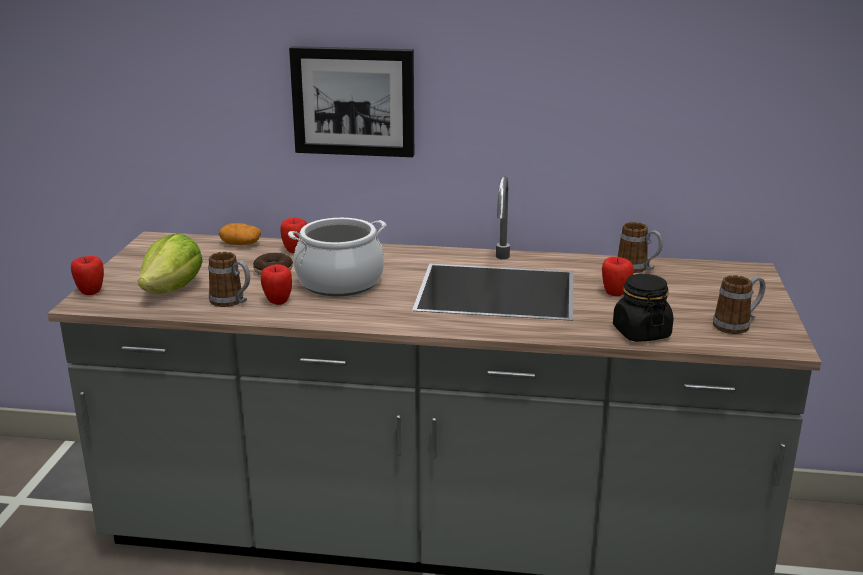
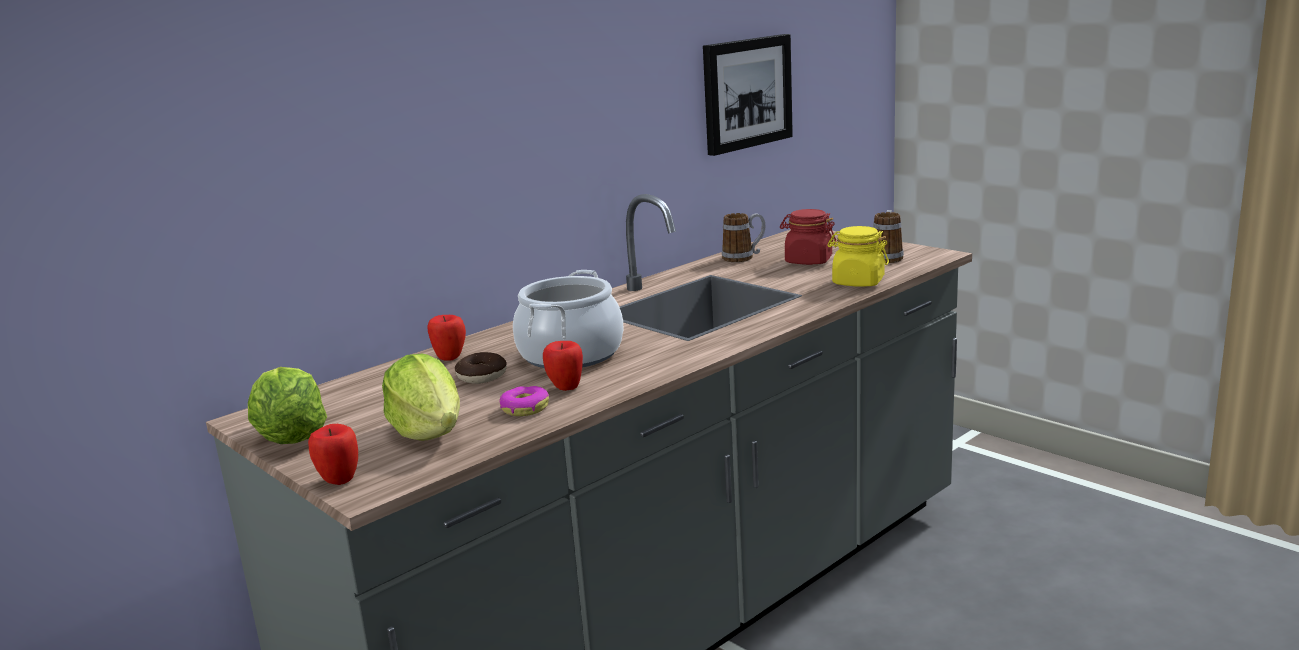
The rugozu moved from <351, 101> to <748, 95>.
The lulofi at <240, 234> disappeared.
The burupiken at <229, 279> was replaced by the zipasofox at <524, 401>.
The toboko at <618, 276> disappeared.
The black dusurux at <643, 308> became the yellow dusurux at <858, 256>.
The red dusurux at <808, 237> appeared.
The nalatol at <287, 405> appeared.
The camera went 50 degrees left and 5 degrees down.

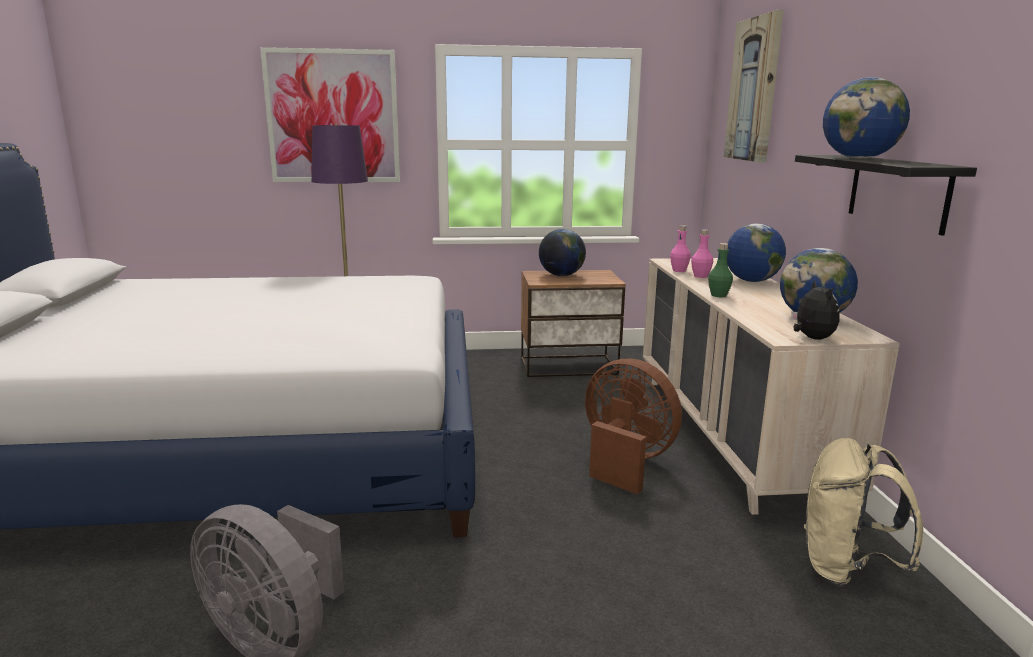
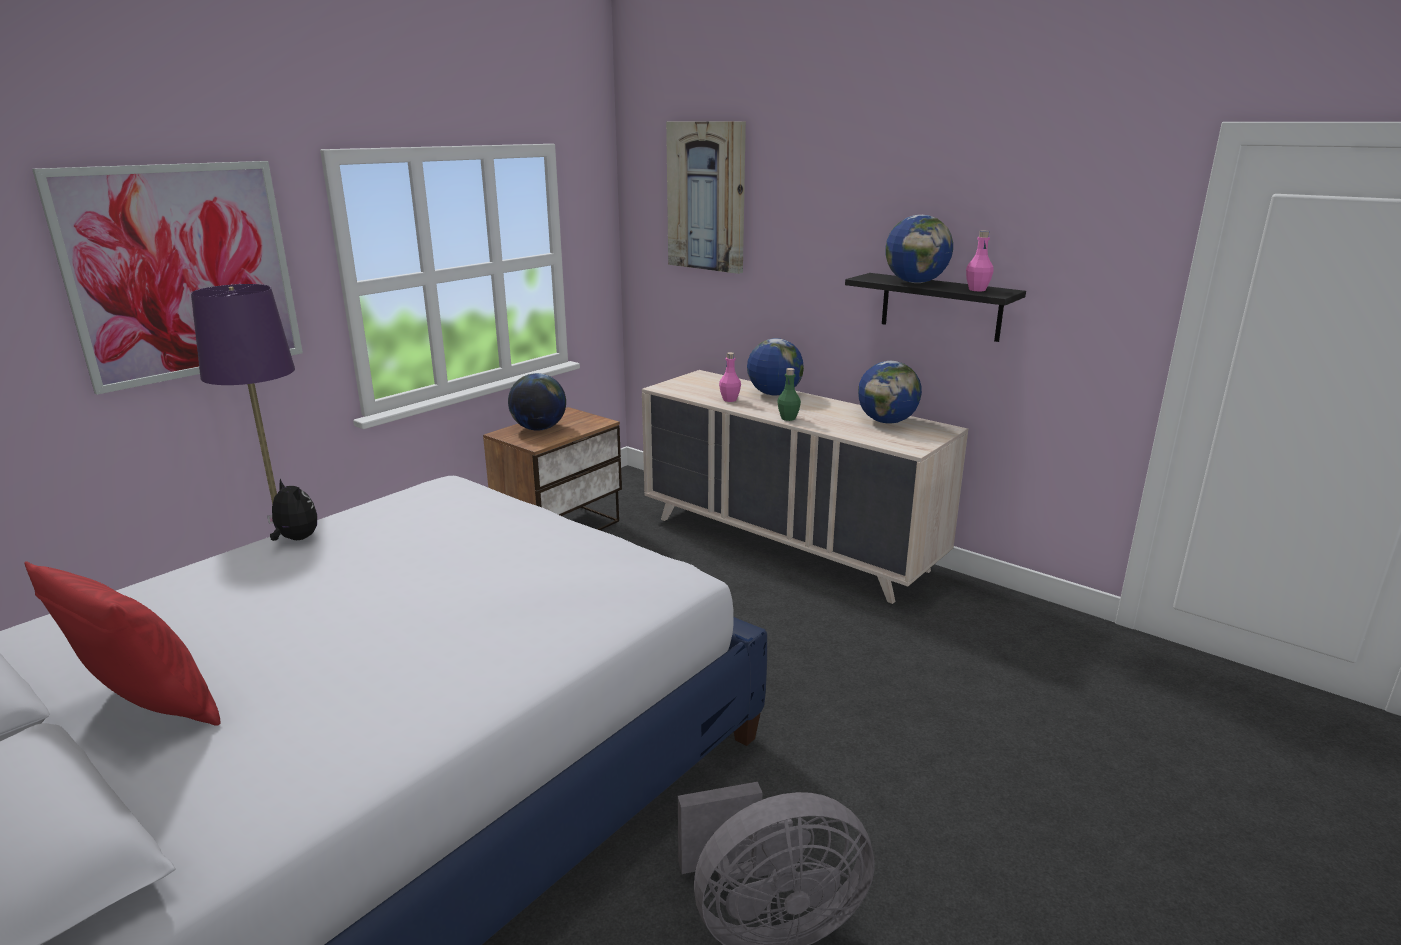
The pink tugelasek moved from <680, 248> to <980, 261>.
The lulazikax moved from <815, 310> to <292, 509>.
The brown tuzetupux at <633, 426> disappeared.
The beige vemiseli at <863, 512> disappeared.
The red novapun at <122, 643> appeared.
The camera went 45 degrees left and 5 degrees up.

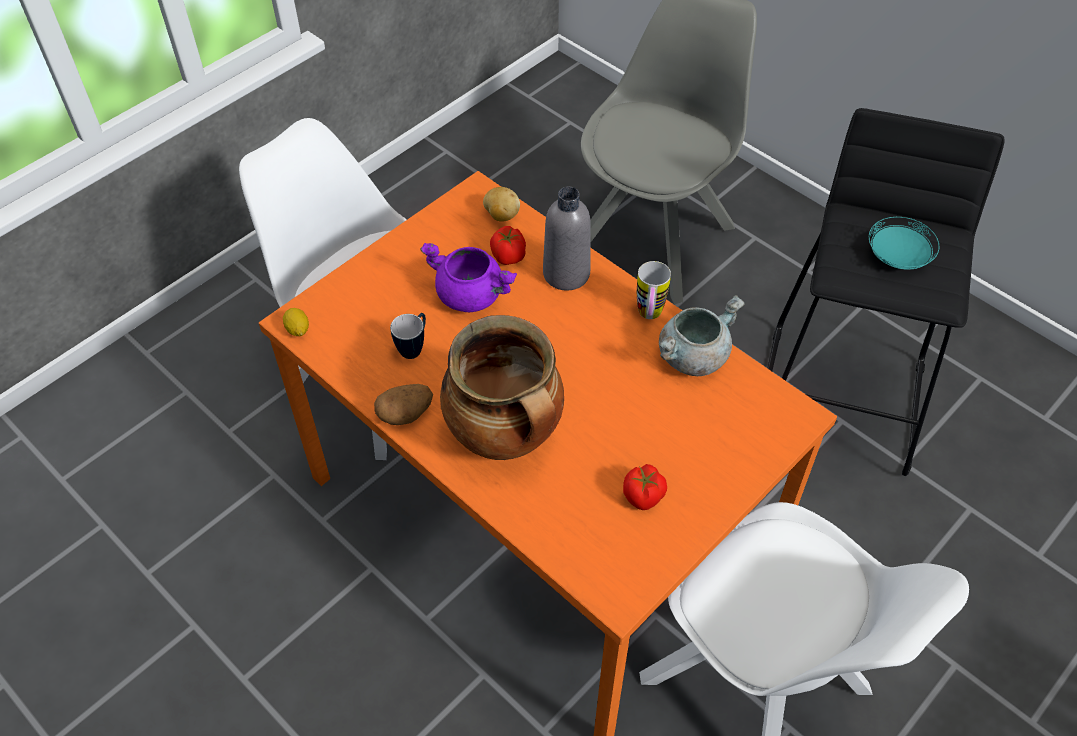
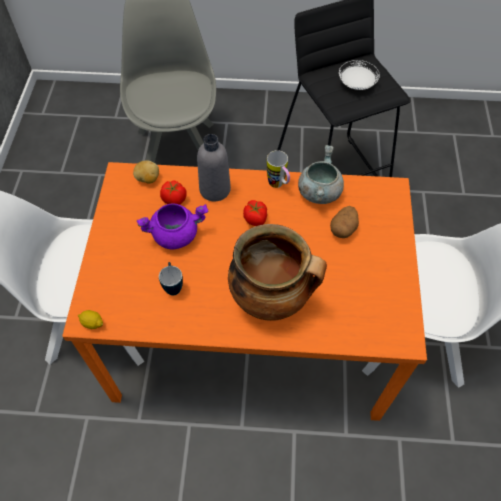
The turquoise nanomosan at <904, 243> became the white nanomosan at <359, 75>.
The lulofi moved from <403, 404> to <344, 222>.
The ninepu moved from <645, 487> to <255, 213>.
The camera went 40 degrees left and 5 degrees up.

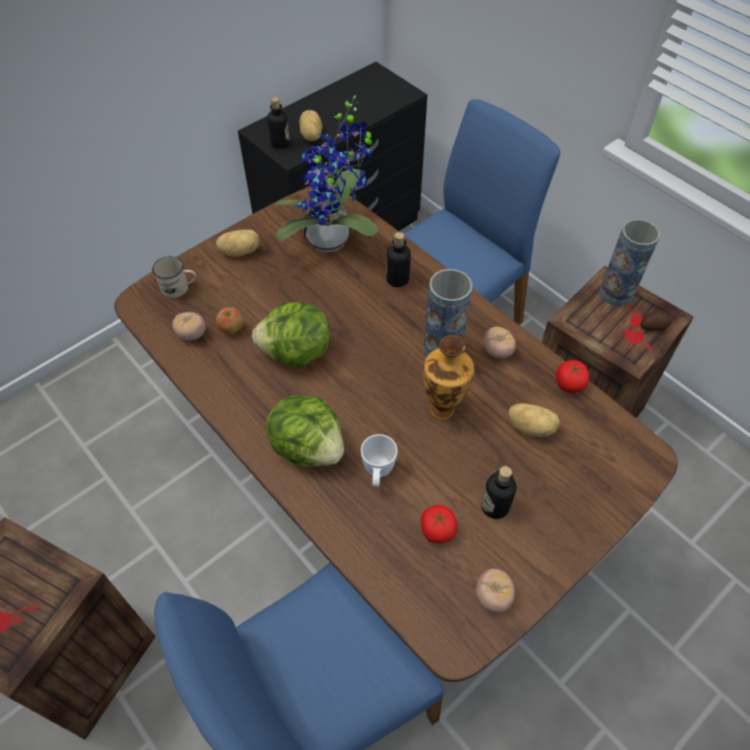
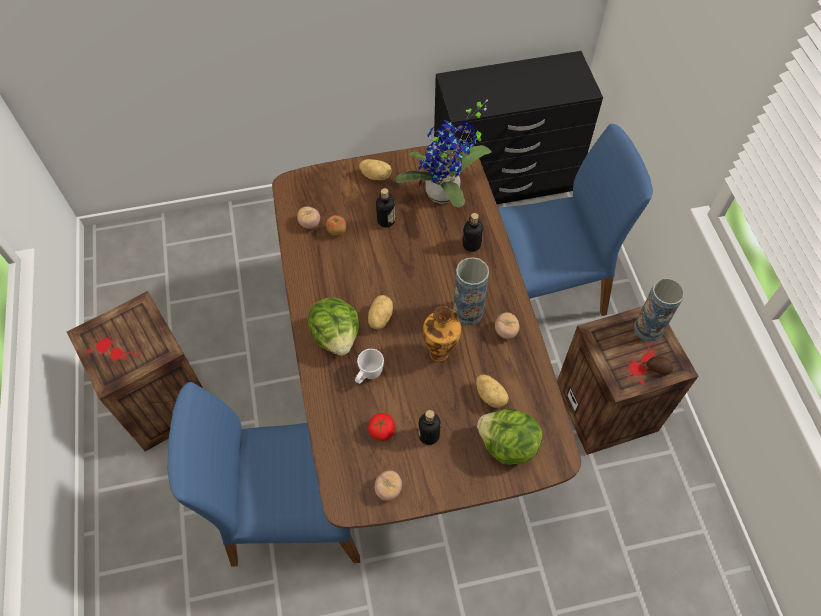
The tugelasek moved from <278, 123> to <385, 207>.
The lulofi moved from <310, 125> to <380, 312>.
The beige burupiken at <174, 277> disappeared.
The nalatol moved from <291, 334> to <509, 437>.
The ninepu at <572, 376> disappeared.
The camera went 30 degrees right and 5 degrees up.

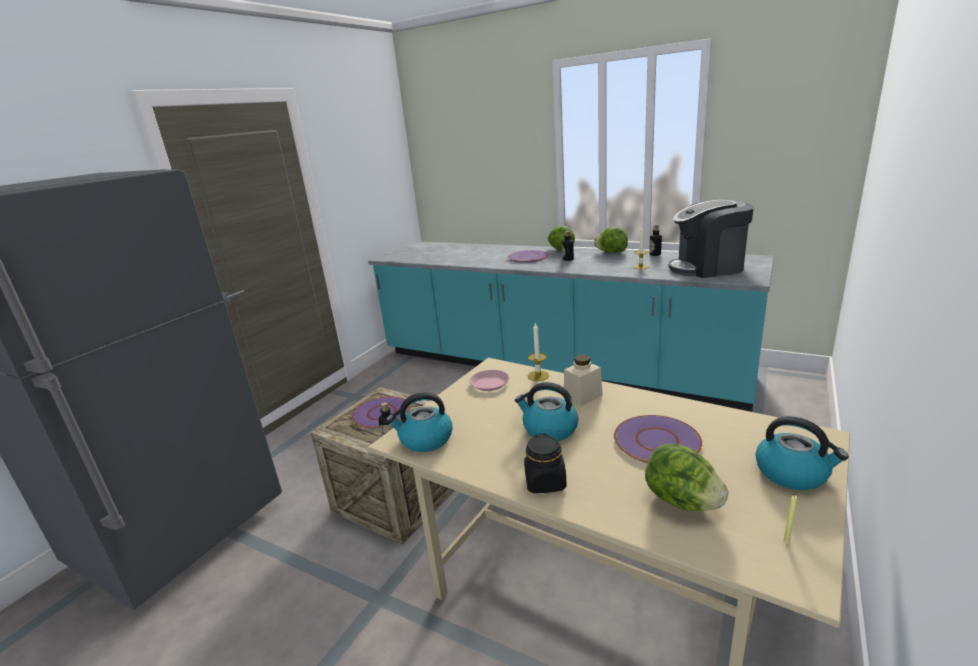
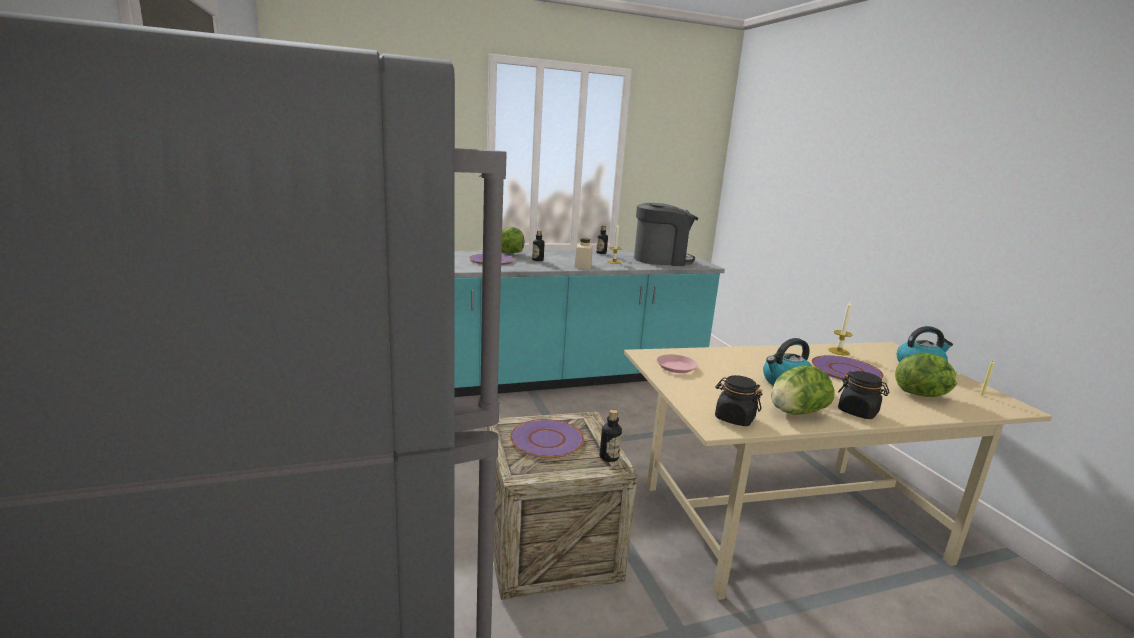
The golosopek at <711, 238> turned 135 degrees counterclockwise.
The nalatol moved from <611, 240> to <802, 390>.
The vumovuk moved from <538, 351> to <840, 327>.
The beige dusurux moved from <583, 380> to <583, 253>.
The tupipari at <419, 422> was replaced by the black dusurux at <738, 400>.
The camera went 50 degrees left and 5 degrees down.

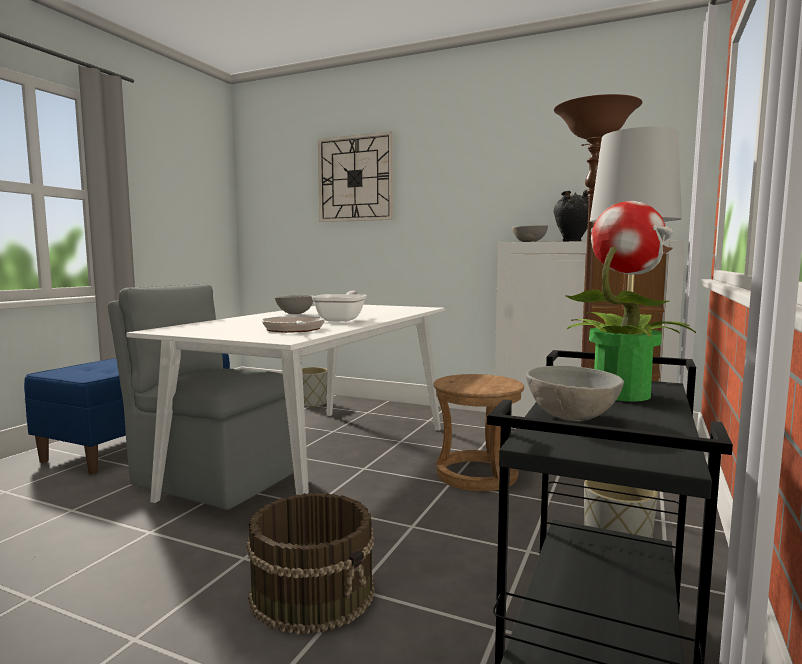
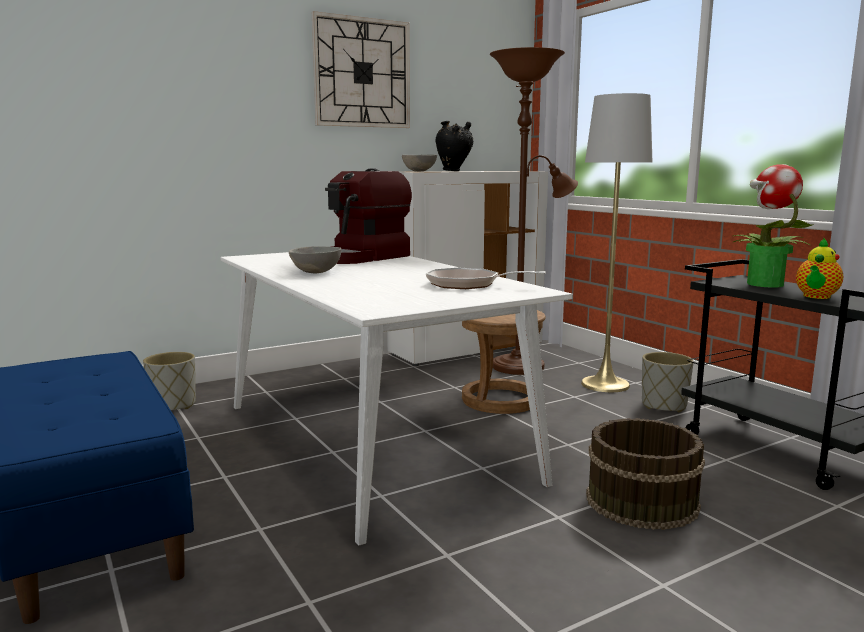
The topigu moved from <355, 176> to <361, 69>.
The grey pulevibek at <200, 397> disappeared.
The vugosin at <339, 306> disappeared.
The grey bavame at <575, 394> was replaced by the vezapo at <819, 268>.
The golosopek at <368, 216> appeared.
The camera went 55 degrees left and 5 degrees up.

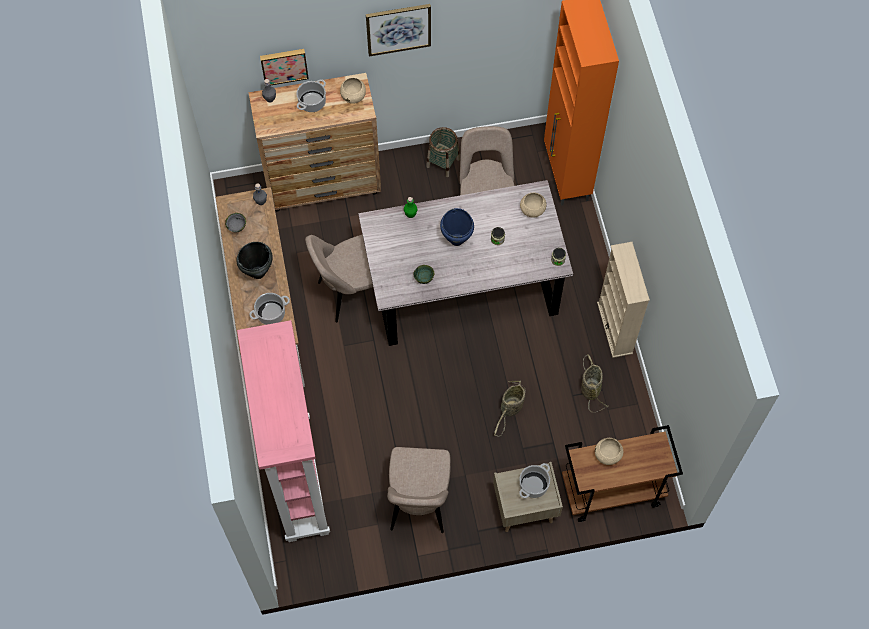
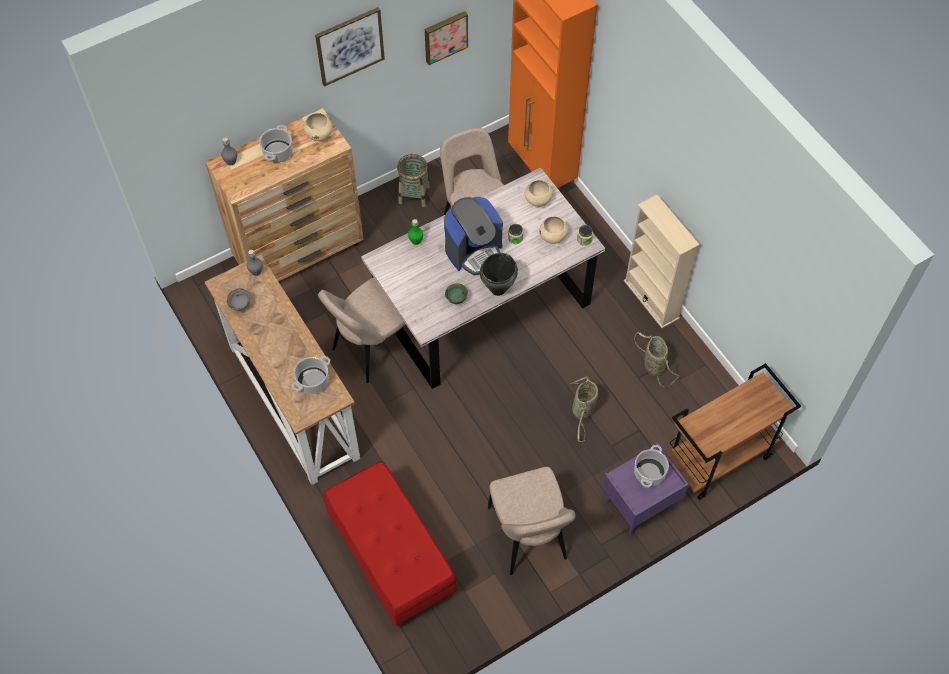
The rugozu moved from <284, 67> to <446, 38>.
The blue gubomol at <457, 227> was replaced by the golosopek at <473, 236>.
The black gubomol moved from <255, 260> to <499, 274>.
The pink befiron at <283, 431> was replaced by the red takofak at <389, 544>.
The beige bavame moved from <609, 451> to <553, 230>.
The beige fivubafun at <528, 497> became the purple fivubafun at <645, 489>.
The camera went 20 degrees left and 5 degrees down.

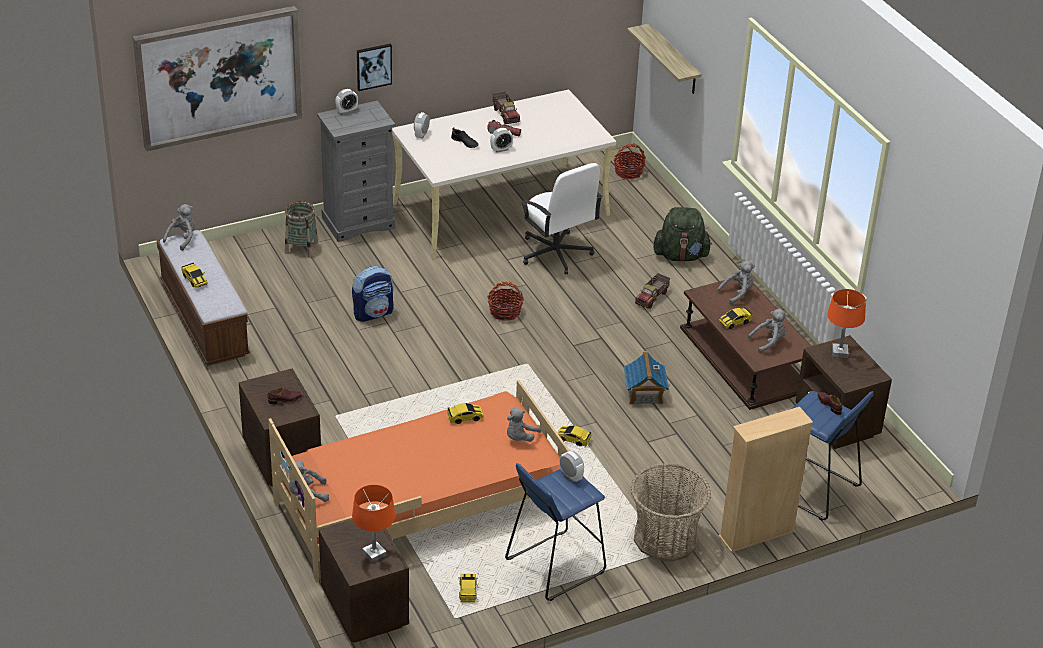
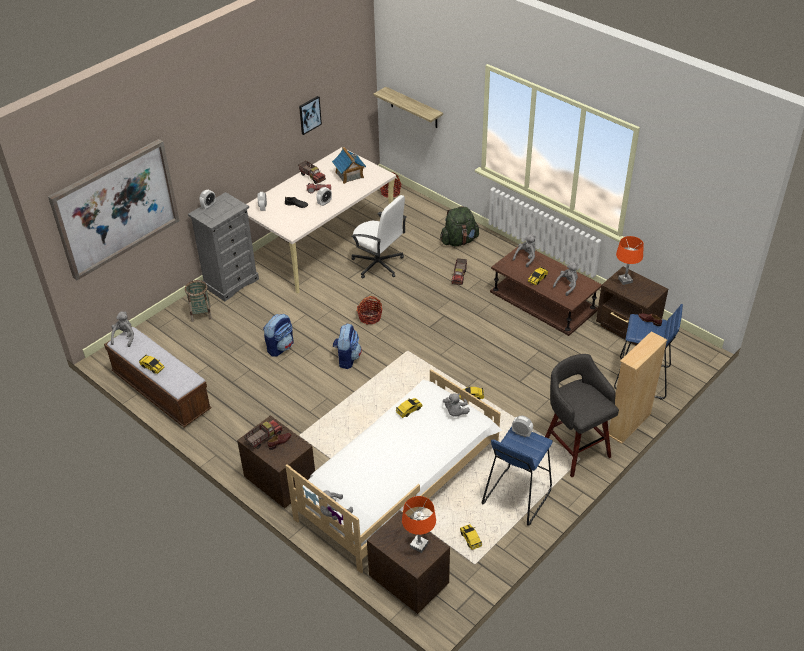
The rugozu moved from <374, 67> to <310, 115>.
The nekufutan moved from <646, 378> to <349, 165>.
The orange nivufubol at <419, 481> became the white nivufubol at <394, 471>.
The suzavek at <671, 512> was replaced by the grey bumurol at <582, 415>.
The vemiseli at <347, 346> appeared.
The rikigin at <263, 434> appeared.
The camera went 20 degrees left and 5 degrees up.

